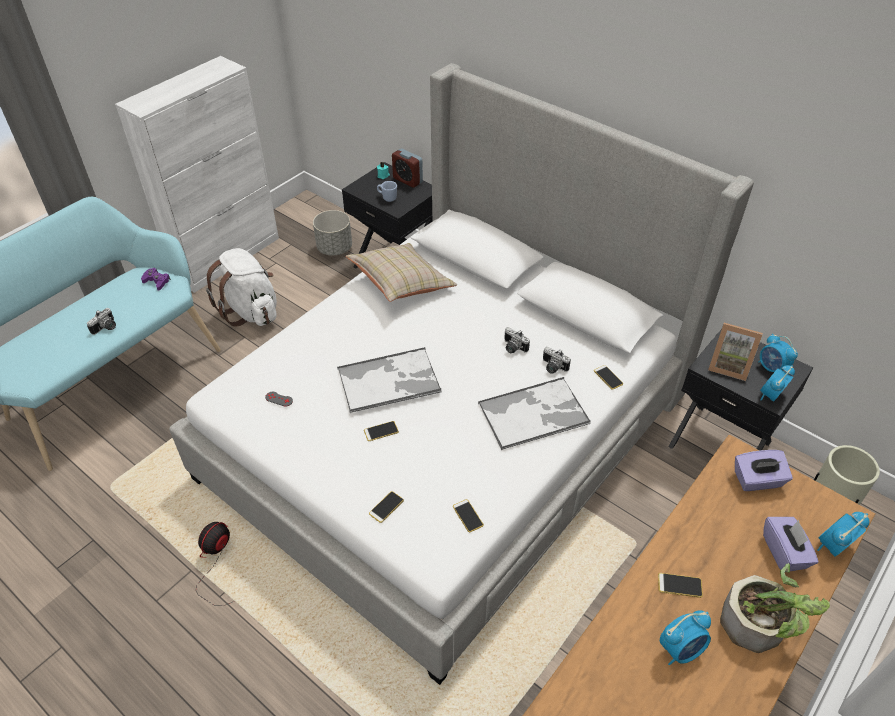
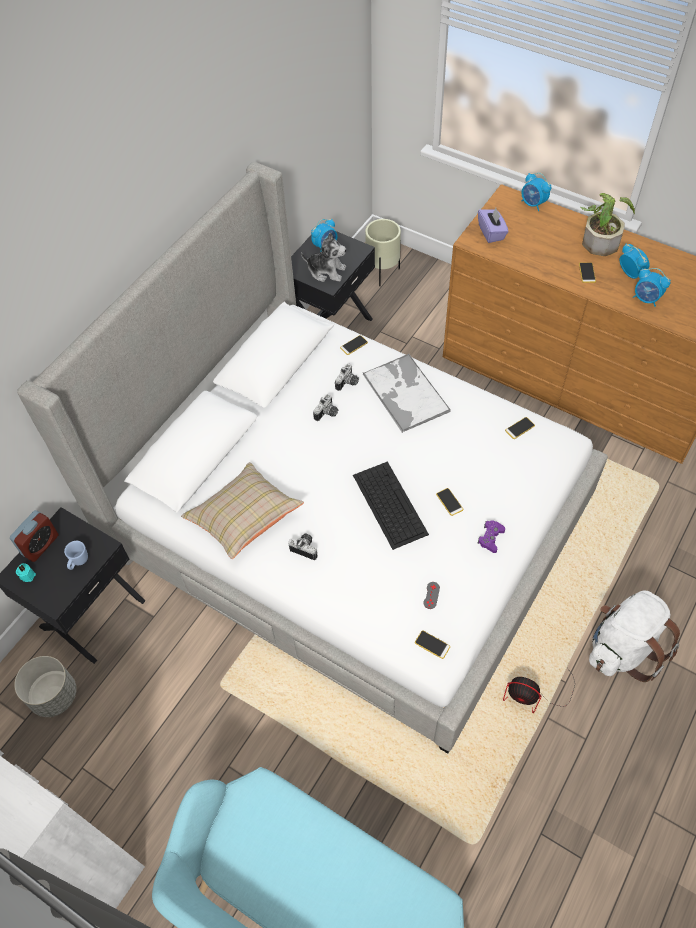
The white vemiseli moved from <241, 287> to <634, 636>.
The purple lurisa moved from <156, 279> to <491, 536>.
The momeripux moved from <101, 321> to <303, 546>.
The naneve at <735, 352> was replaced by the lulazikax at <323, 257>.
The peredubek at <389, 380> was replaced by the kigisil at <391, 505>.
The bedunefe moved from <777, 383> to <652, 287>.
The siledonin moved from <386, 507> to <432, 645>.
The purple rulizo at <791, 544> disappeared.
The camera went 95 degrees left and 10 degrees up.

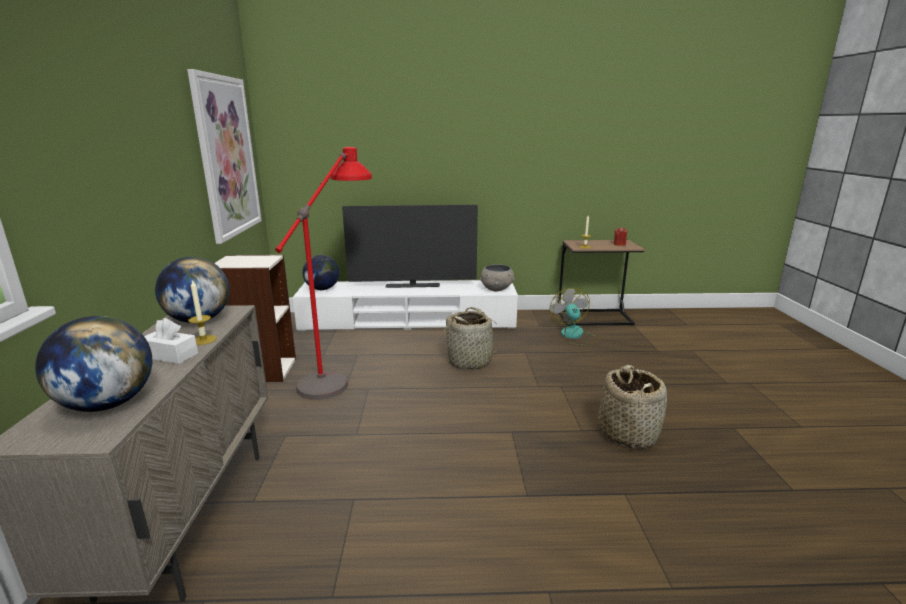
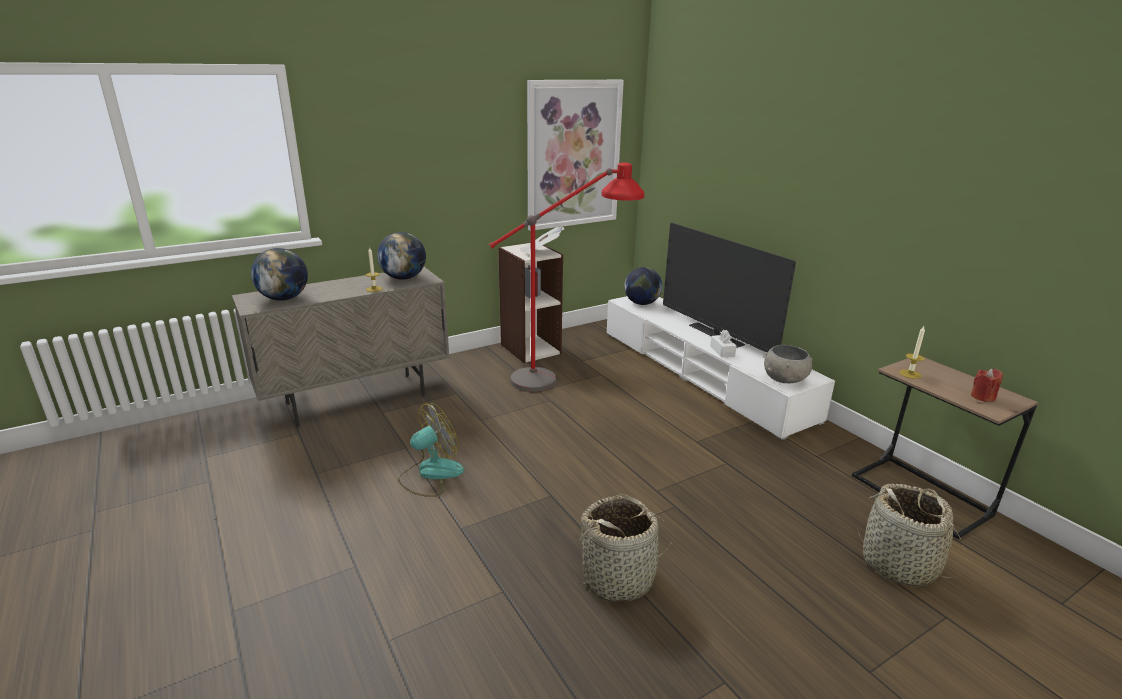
The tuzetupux moved from <575, 316> to <431, 450>.
The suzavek moved from <472, 338> to <912, 534>.
The white rulizo moved from <171, 341> to <723, 344>.
The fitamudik at <542, 240> appeared.
The camera went 60 degrees right and 5 degrees up.

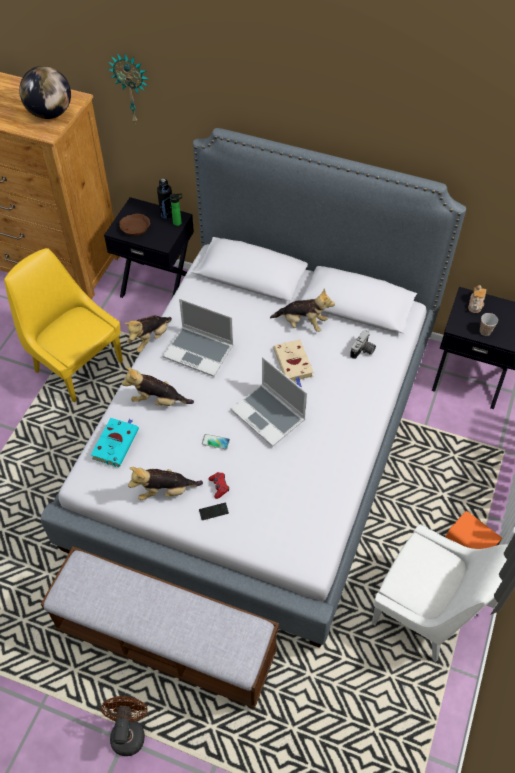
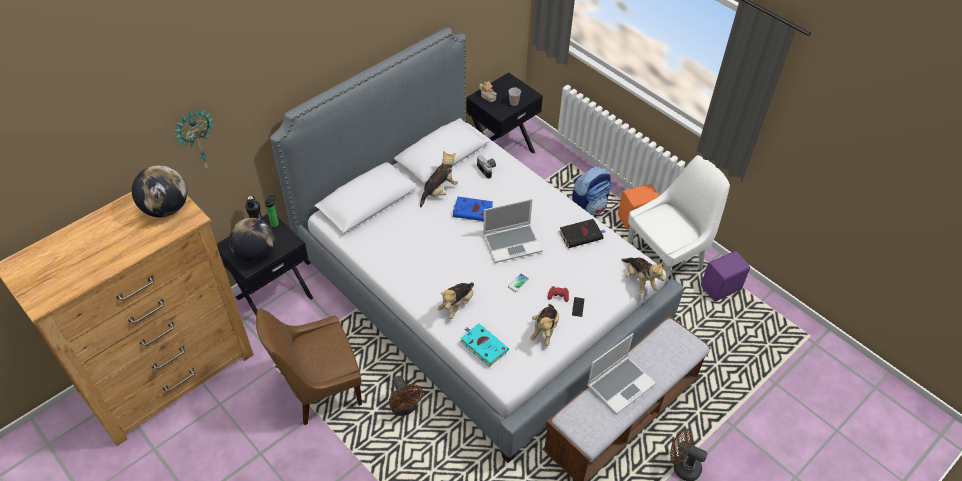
The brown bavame at <134, 225> was replaced by the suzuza at <252, 240>.
The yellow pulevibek at <63, 325> became the brown pulevibek at <309, 367>.
The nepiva moved from <198, 337> to <621, 373>.
The lulazikax moved from <148, 334> to <643, 276>.
The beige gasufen at <293, 363> became the blue gasufen at <473, 209>.
The vemiseli at <591, 190> appeared.
The black gasufen at <582, 233> appeared.
The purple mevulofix at <725, 276> appeared.
The brown tuzetupux at <406, 396> appeared.
The camera went 65 degrees left and 5 degrees down.

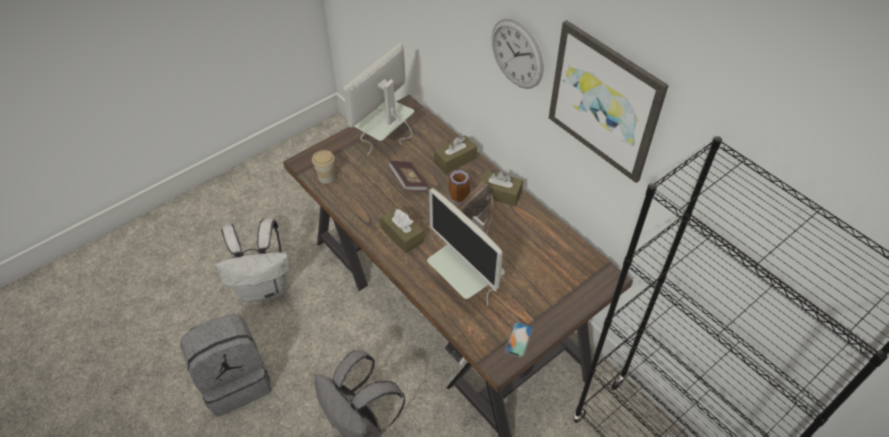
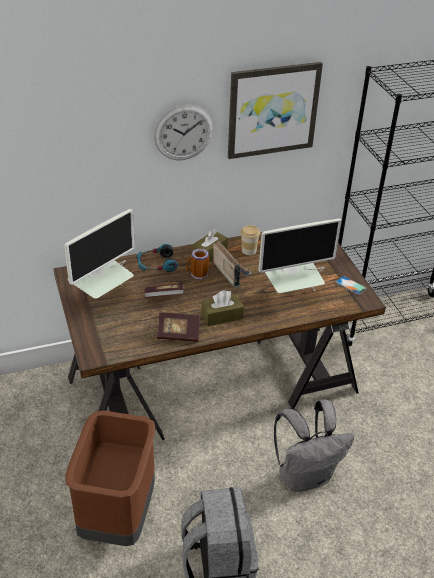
The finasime at <378, 99> turned 105 degrees counterclockwise.
The brown rulizo at <455, 154> was replaced by the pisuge at <157, 258>.
The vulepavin moved from <323, 167> to <250, 240>.
The white vemiseli at <252, 260> was replaced by the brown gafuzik at <110, 478>.
The gasufen at <178, 327> appeared.
The camera went 70 degrees left and 10 degrees down.

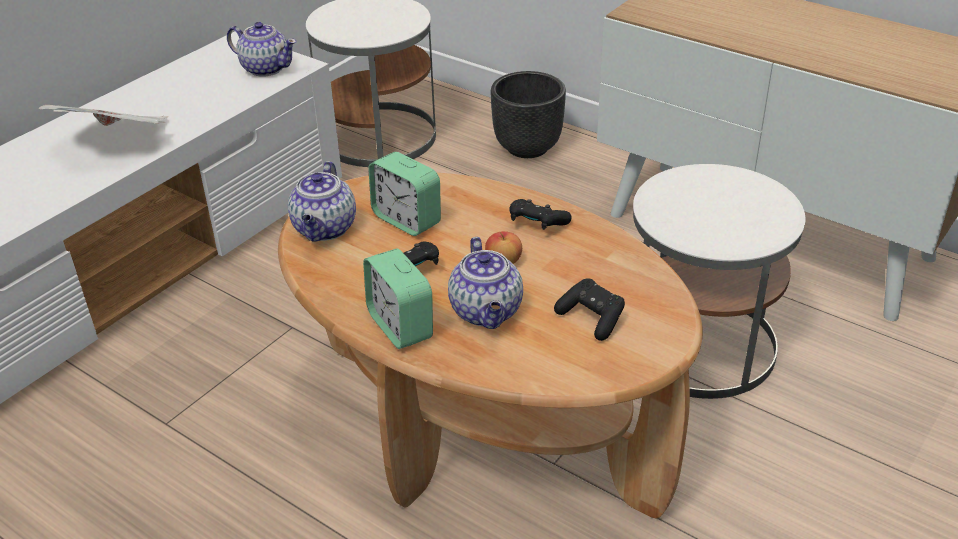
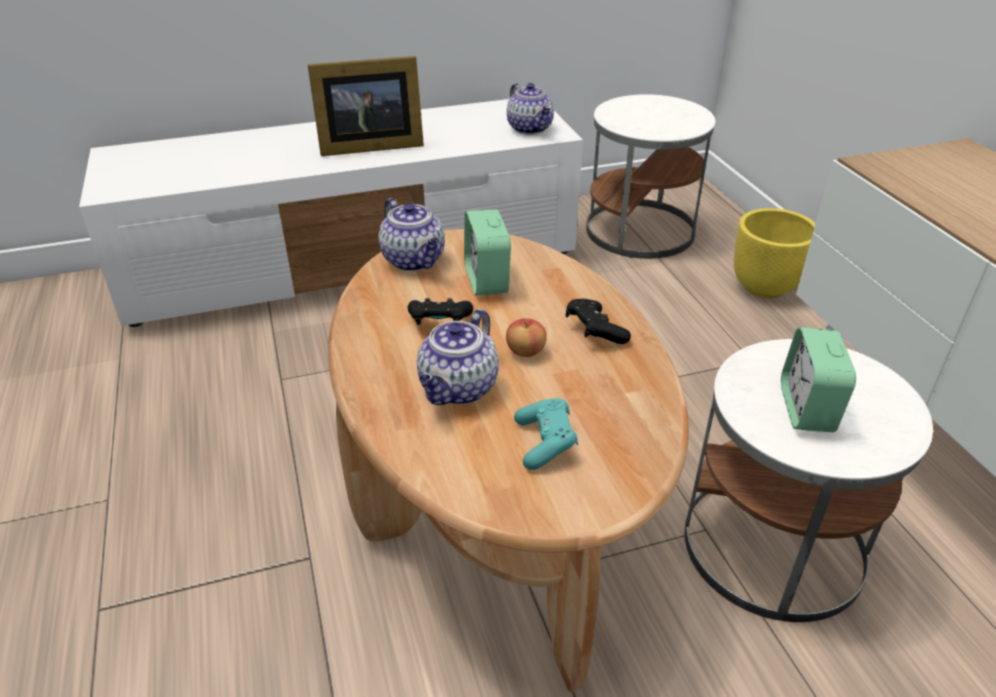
The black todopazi at <528, 114> became the yellow todopazi at <774, 253>.
The fitamudik at <103, 115> was replaced by the naneve at <365, 106>.
The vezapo at <322, 201> turned 75 degrees counterclockwise.
The bedunefe moved from <398, 299> to <818, 379>.
The black lurisa at <589, 309> became the turquoise lurisa at <546, 434>.
The camera went 35 degrees right and 0 degrees up.

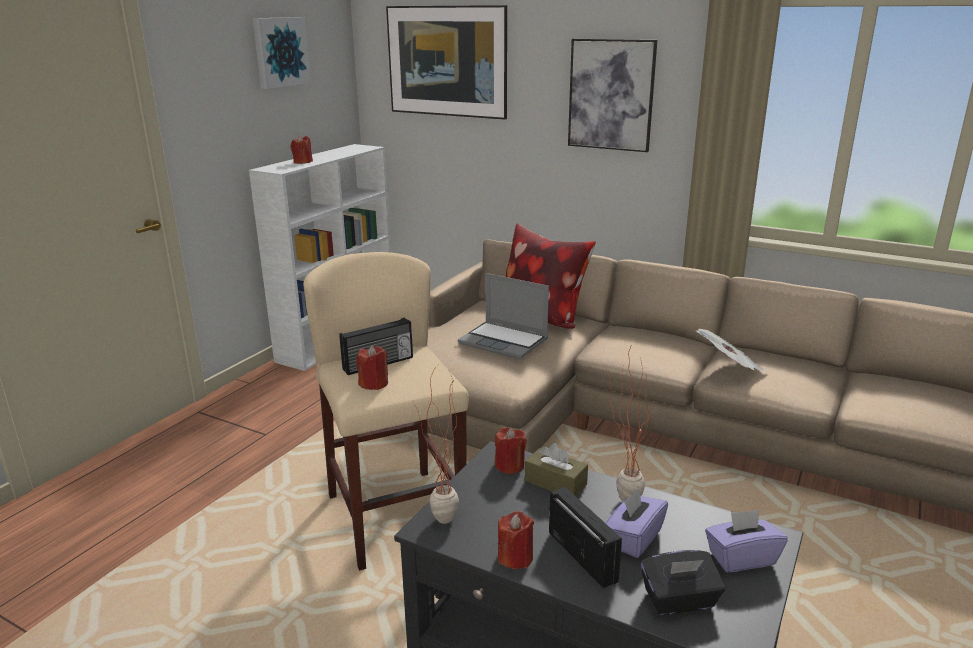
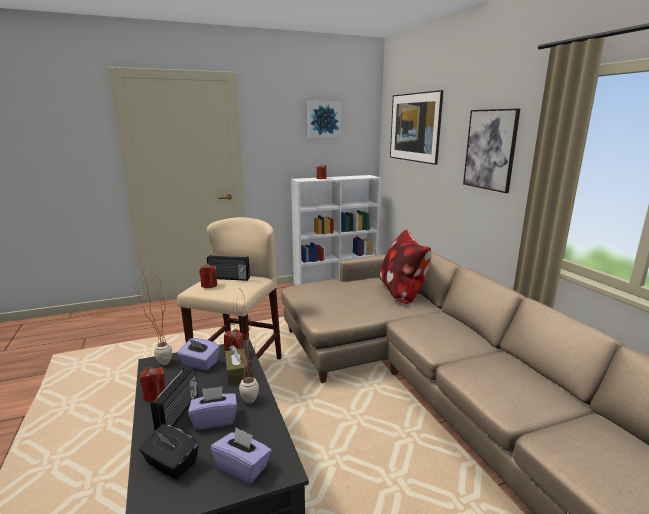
The nepiva at <503, 316> disappeared.
The fitamudik at <731, 350> disappeared.
The purple rulizo at <198, 354> appeared.
The camera went 40 degrees right and 5 degrees down.

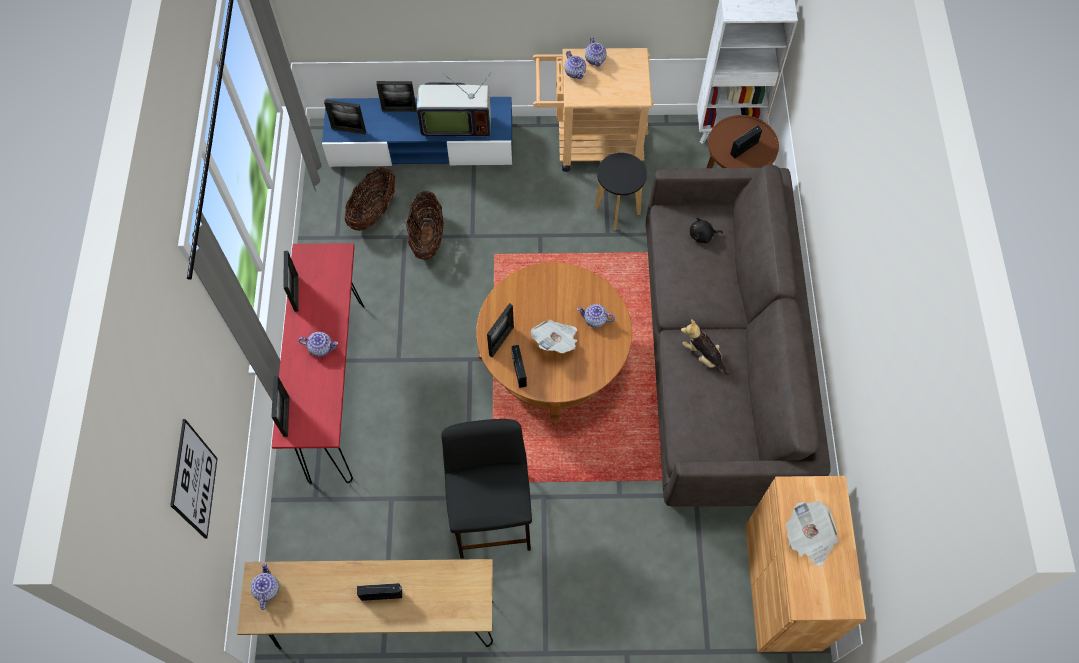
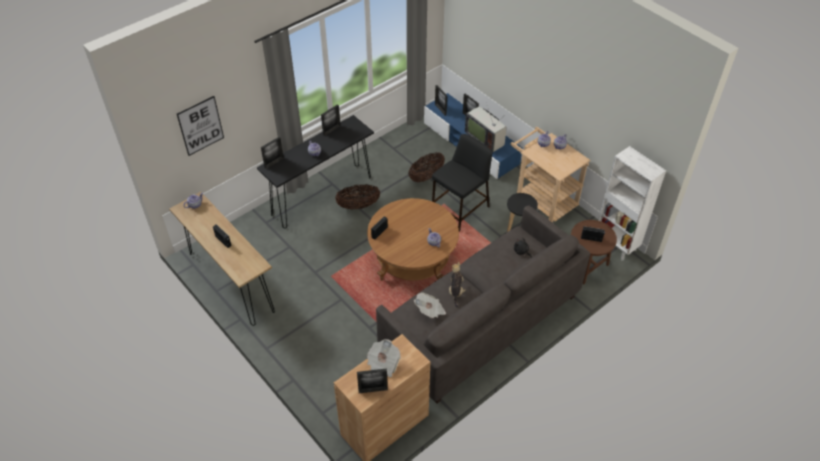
The suzavek moved from <370, 199> to <357, 197>.
The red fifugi at <318, 363> became the black fifugi at <315, 172>.
The naneve moved from <500, 330> to <372, 381>.
The fitamudik moved from <554, 336> to <430, 305>.
The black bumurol moved from <486, 488> to <462, 183>.
The camera went 50 degrees right and 15 degrees down.

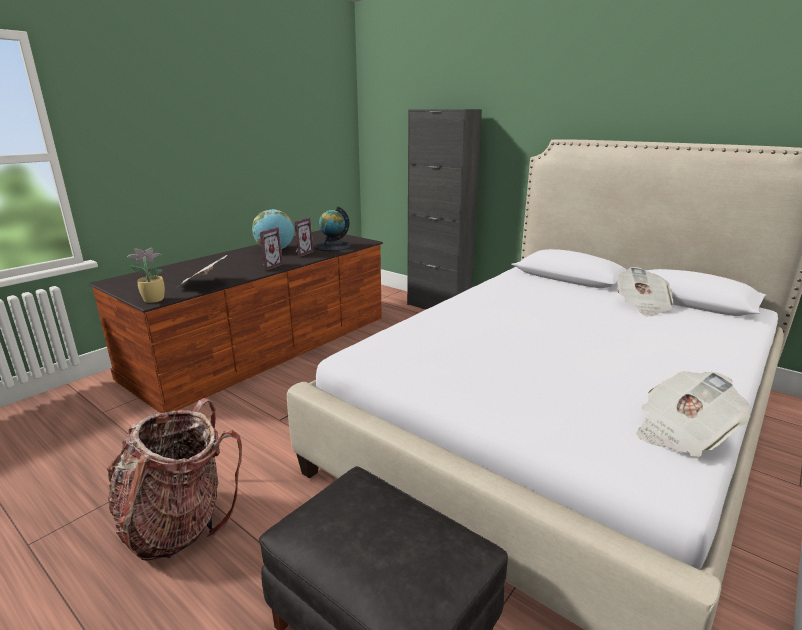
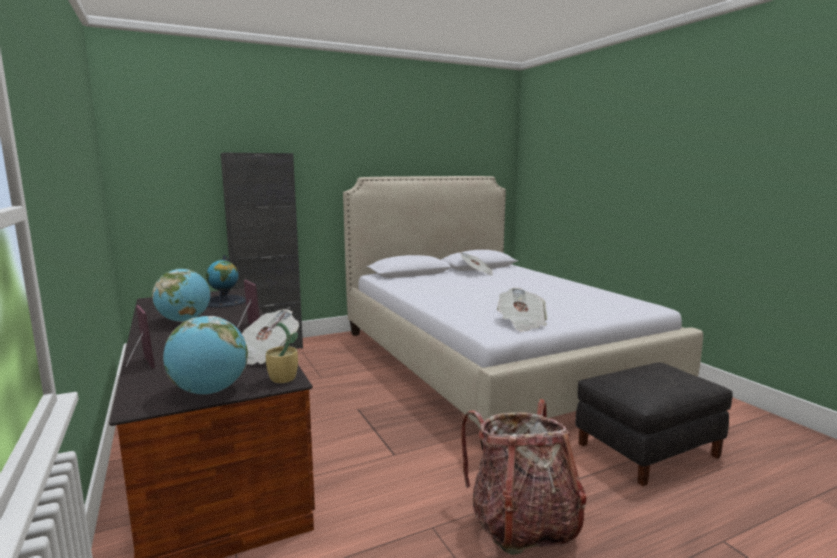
The naneve moved from <304, 237> to <140, 337>.
The fitamudik moved from <693, 414> to <522, 309>.
The suzuza at <205, 355> appeared.
The camera went 65 degrees left and 10 degrees down.

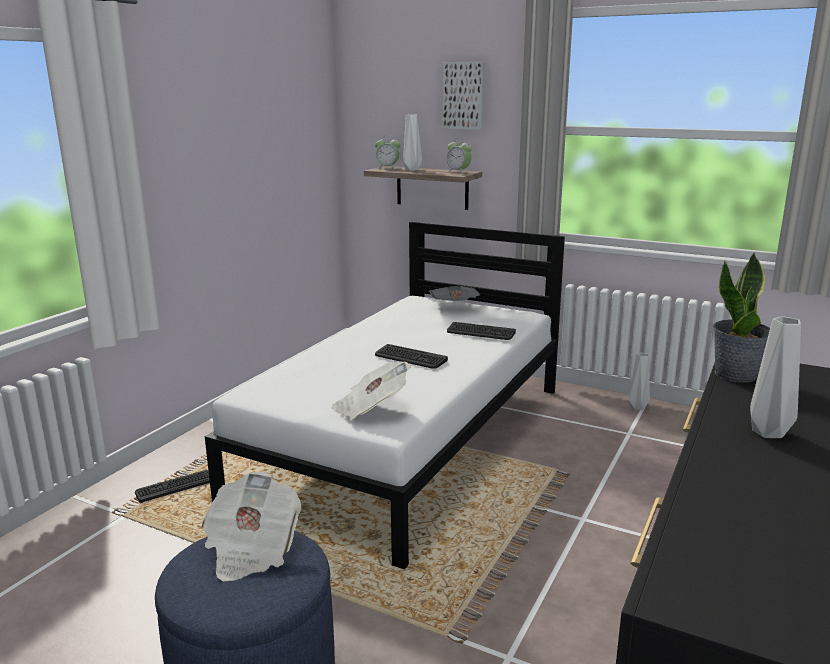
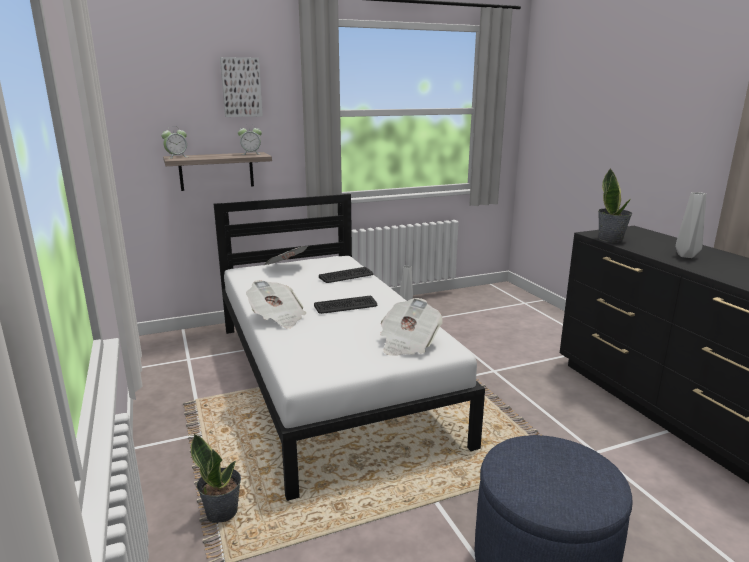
The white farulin at <412, 142> disappeared.
The kigisil at <172, 486> was replaced by the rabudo at <216, 478>.
The fitamudik moved from <252, 526> to <276, 304>.
The camera went 50 degrees left and 0 degrees up.

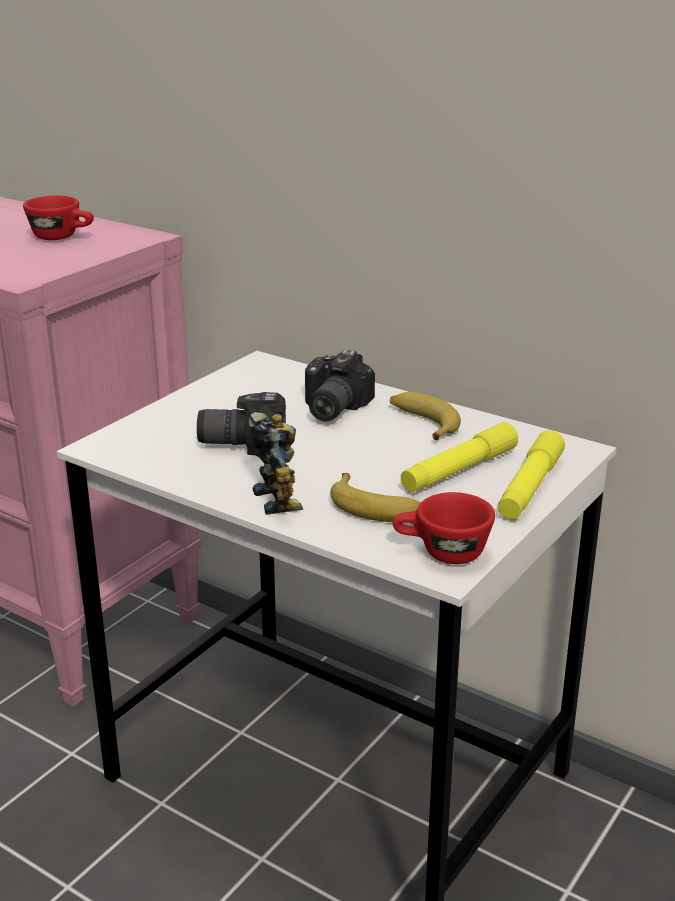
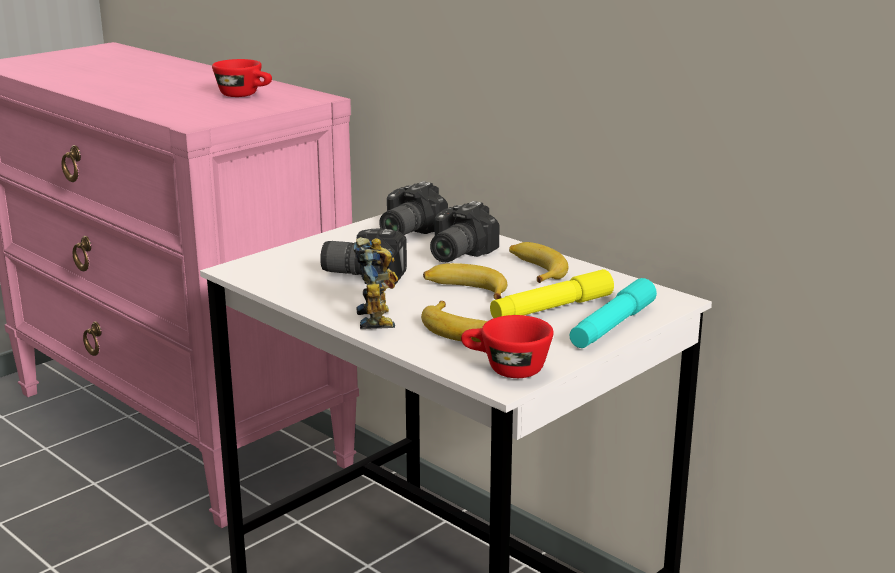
The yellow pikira at <531, 474> became the turquoise pikira at <613, 313>.
The momeripux at <413, 208> appeared.
The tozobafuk at <465, 281> appeared.
The camera went 10 degrees right and 5 degrees down.

